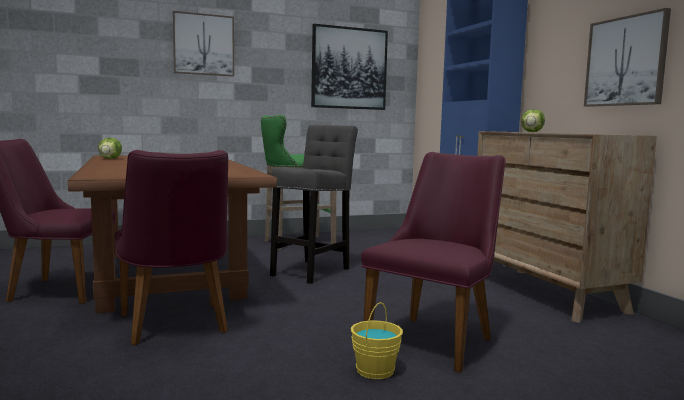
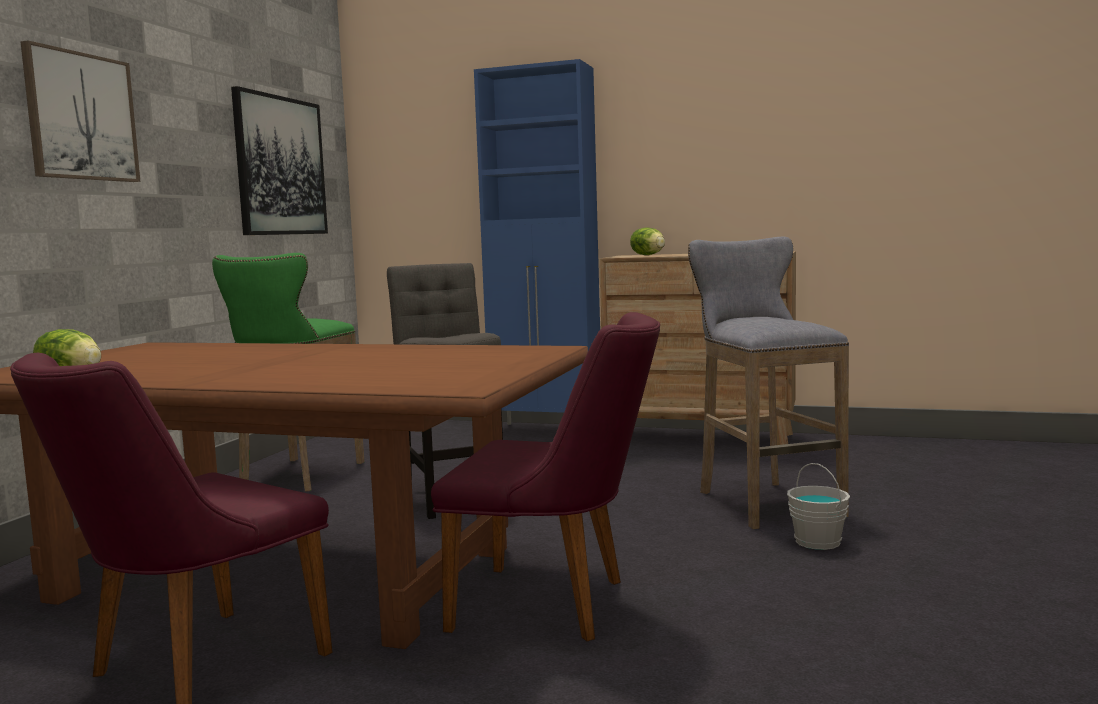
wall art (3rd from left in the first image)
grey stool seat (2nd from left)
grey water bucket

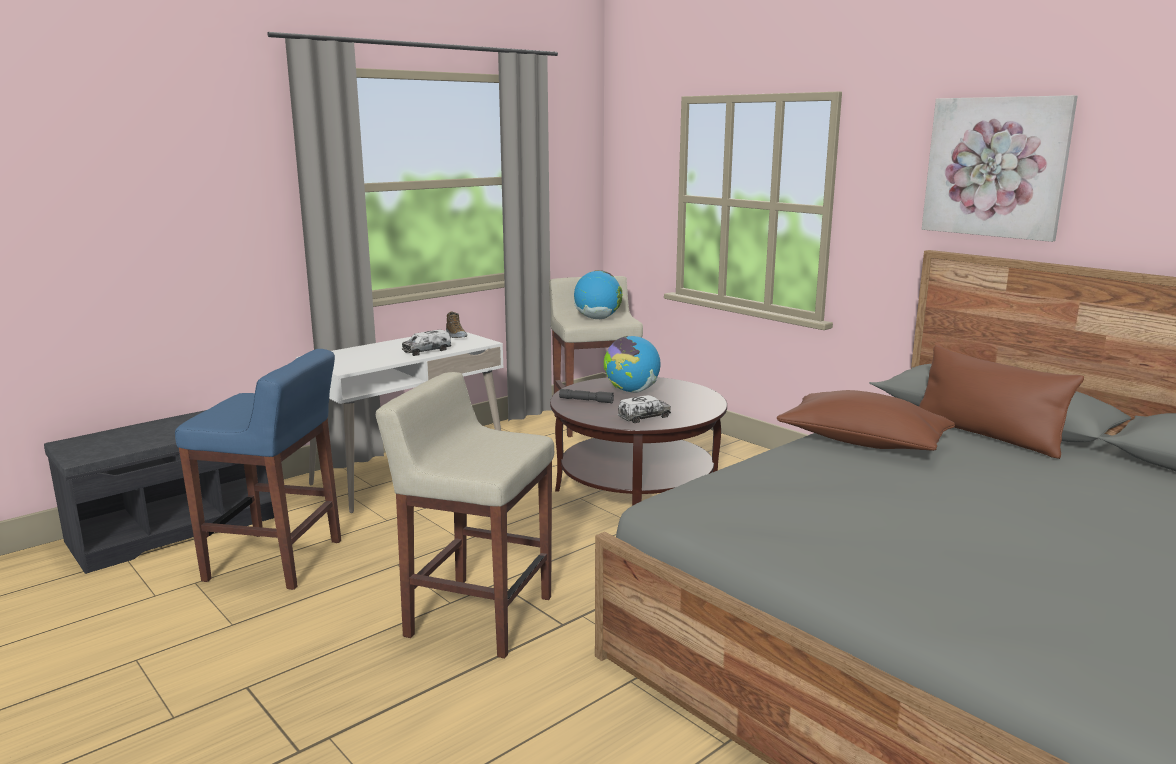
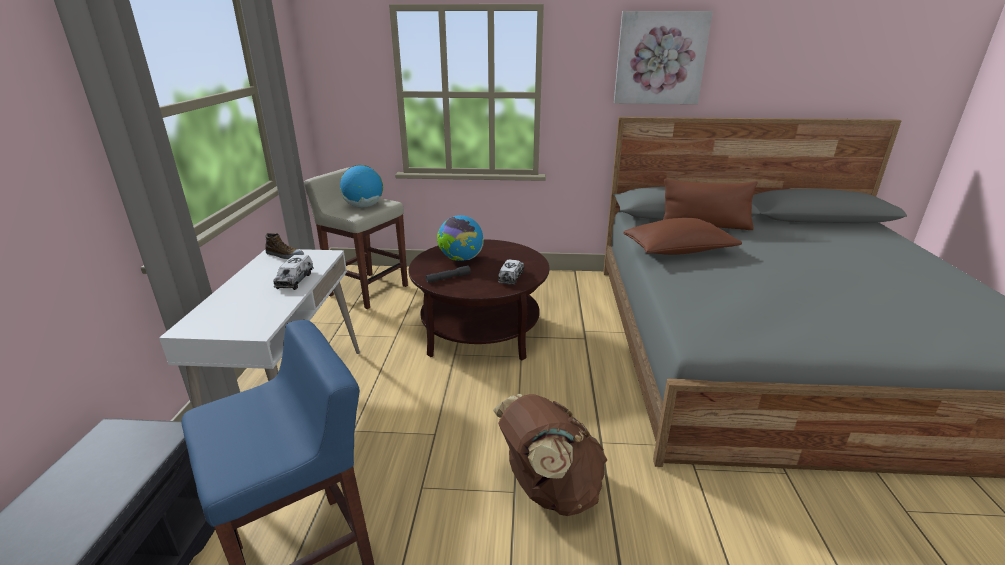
brownish rucksack

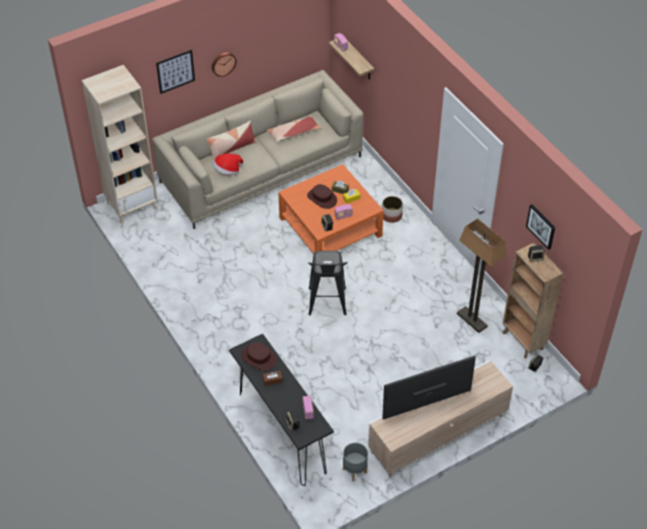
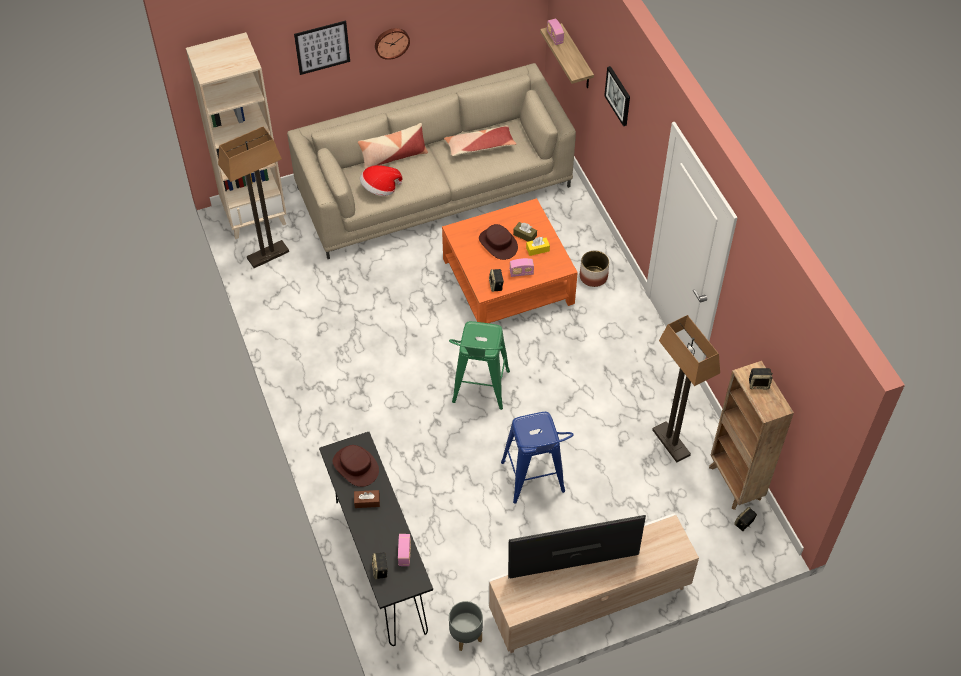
wall art (2nd from left)
greenish stool seat
standing lamp (1st from left)
bluish stool seat

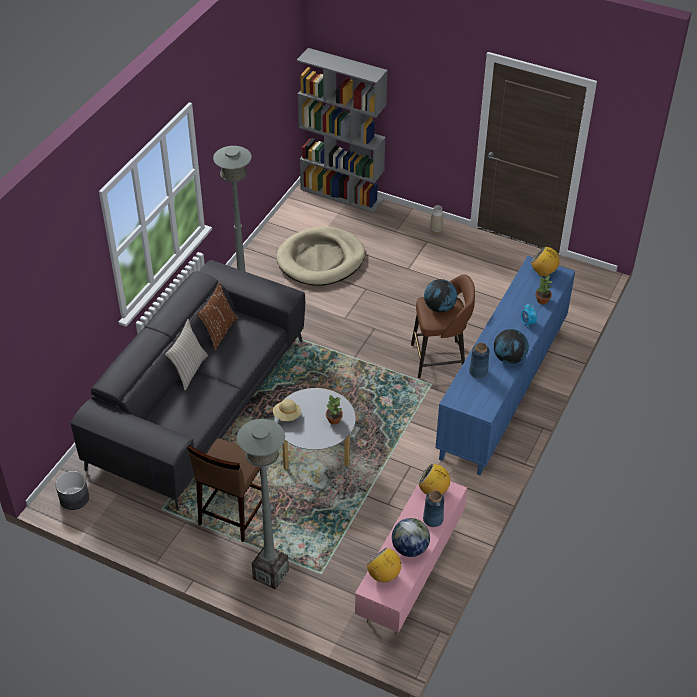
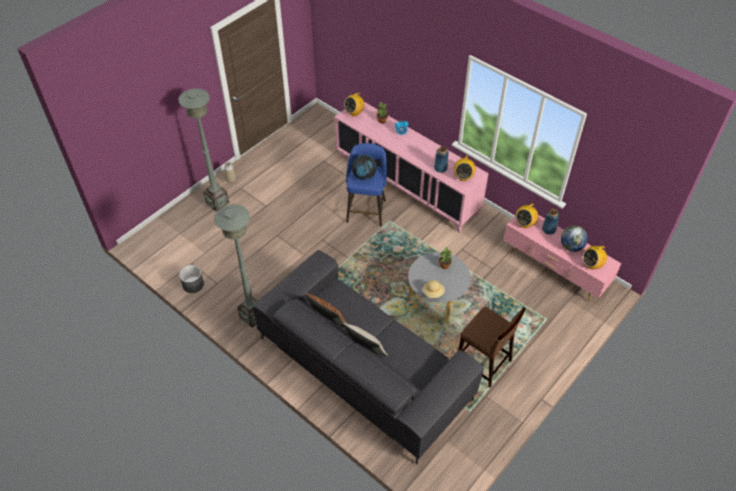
grey shelving unit
beige dog bed
pinkish cabinet
bluish stool seat
globe (3rd from left in the first image)
grey standing lamp (1st from left)
grey flower pot
radio receiver (2nd from left)

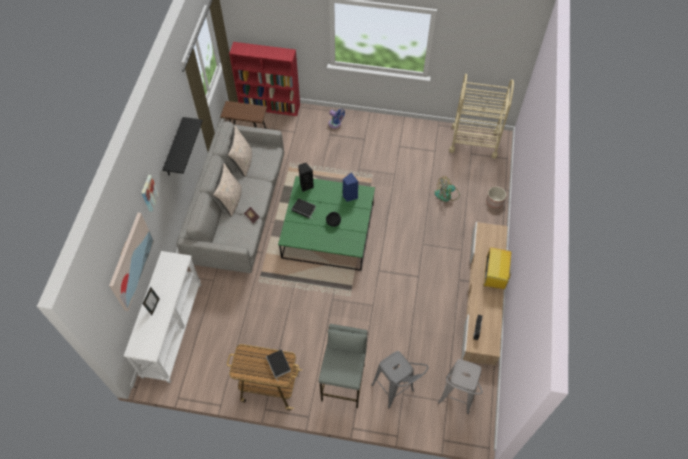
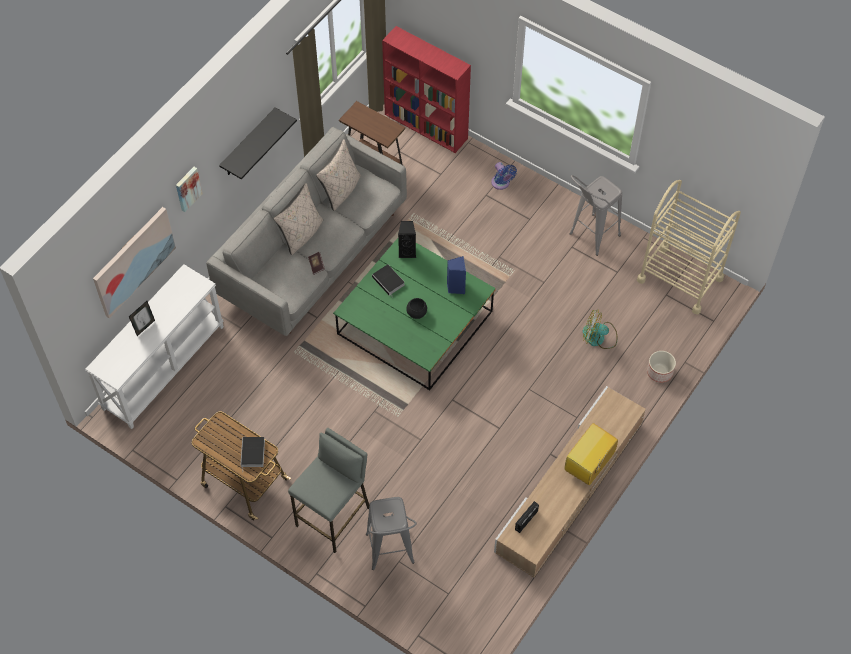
grey stool seat (3rd from left)

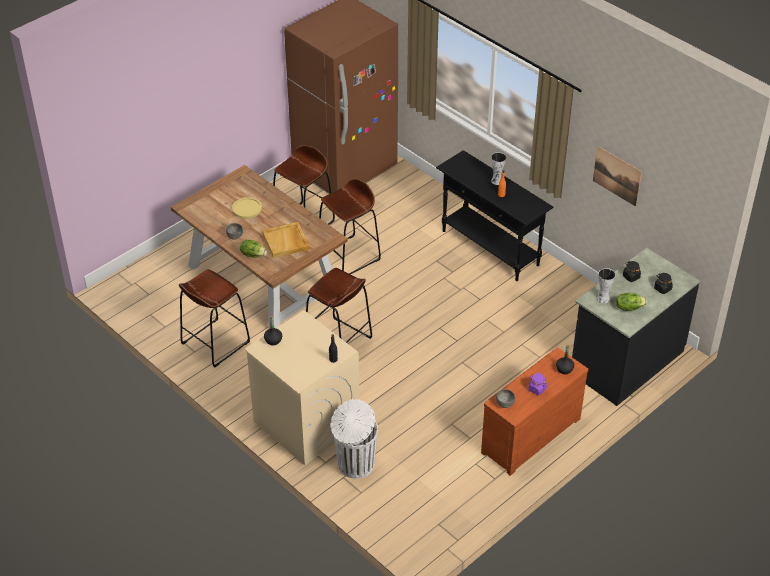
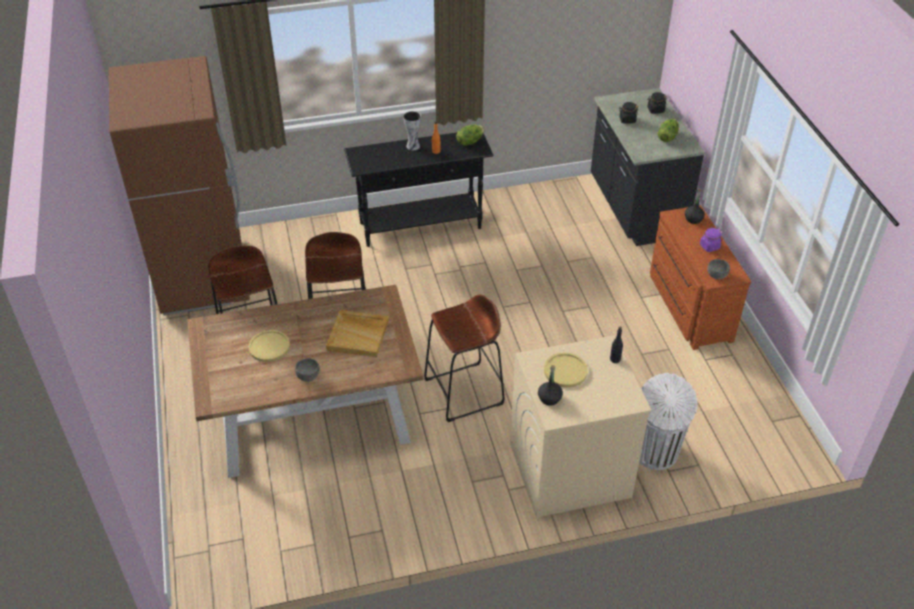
wall art
lettuce head (1st from left)
vase (2nd from left in the first image)
brownish stool seat (1st from left in the first image)
yellow-coloured flat dish (2nd from left)

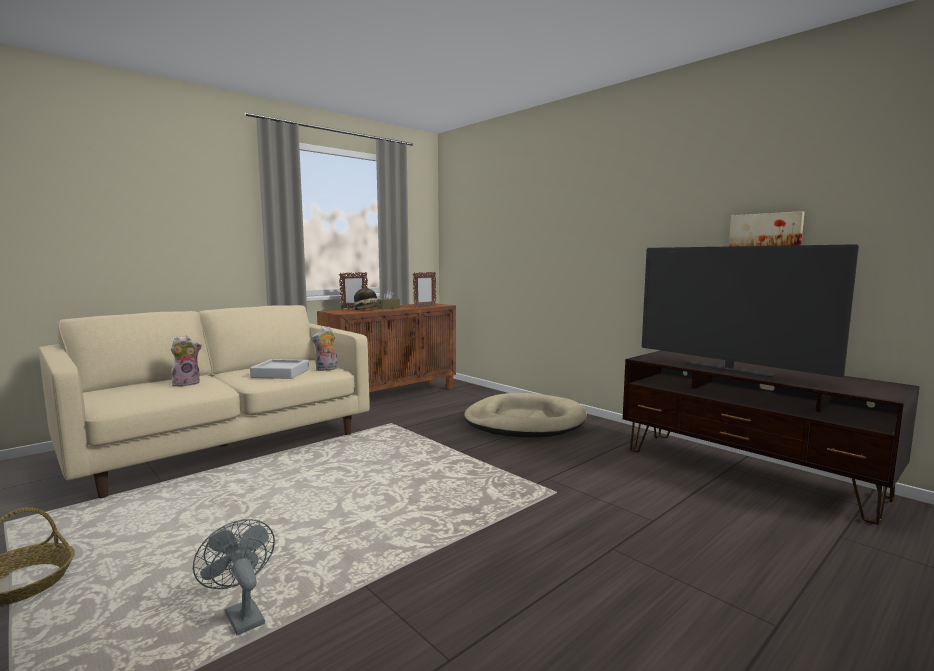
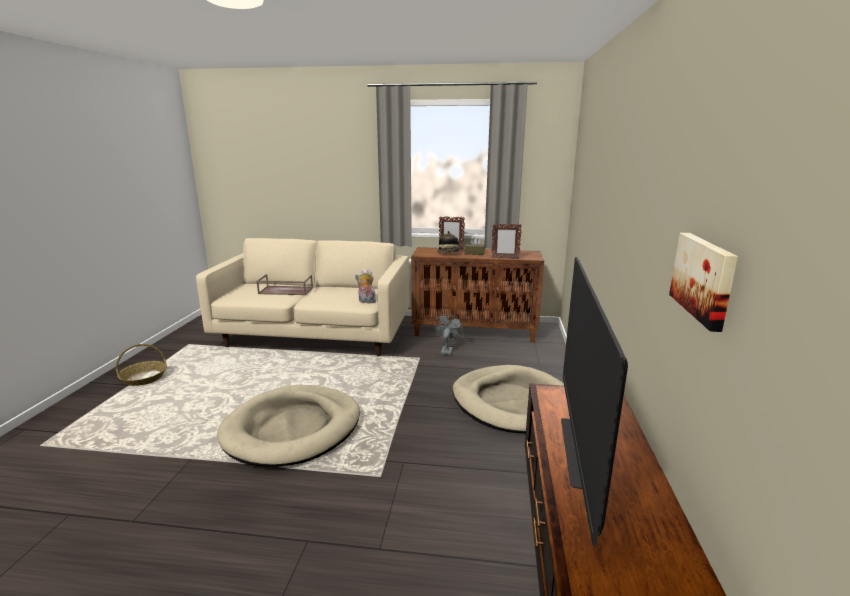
brownish serving tray
grey serving tray
grey fan
beige dog bed (1st from left)

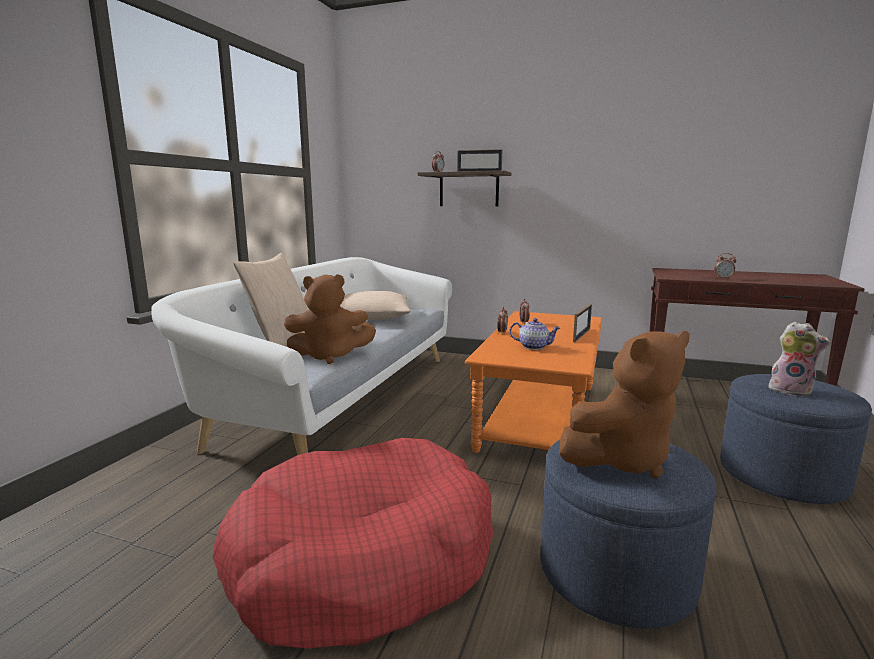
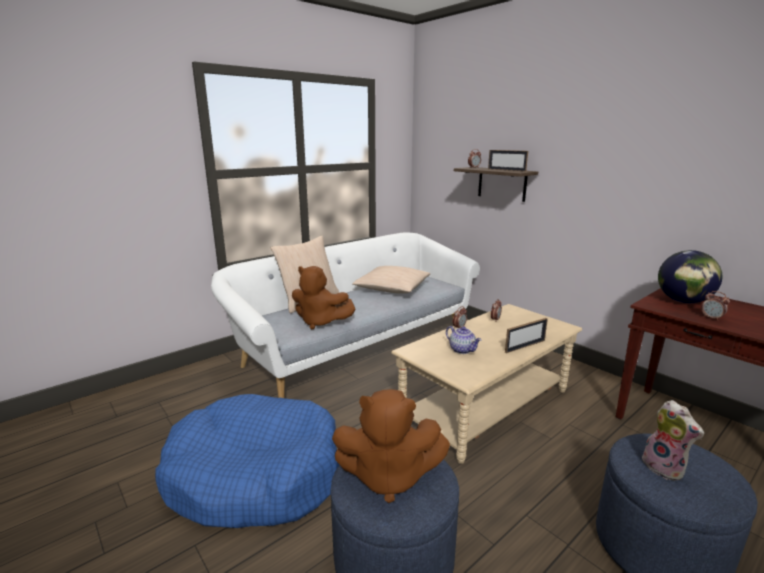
beige lounge table
bluish dog bed
globe

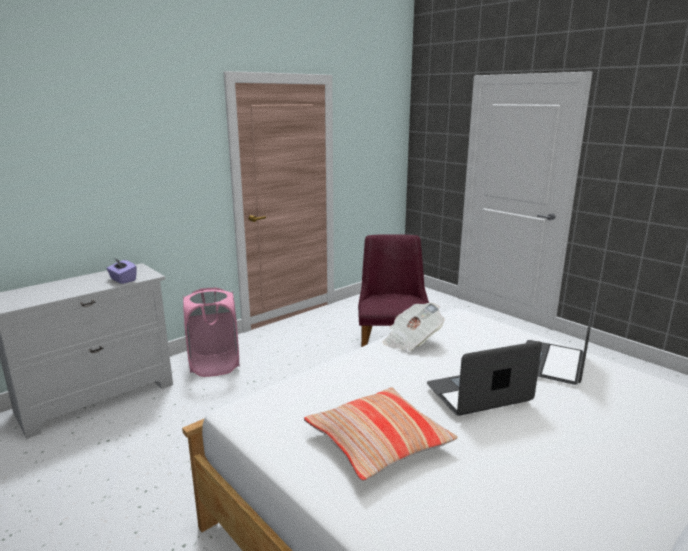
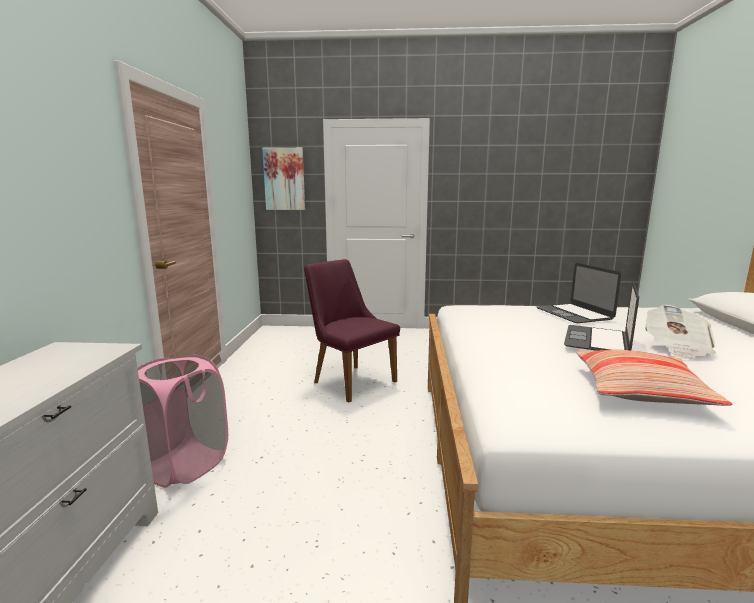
purplish box of tissues
printed paper
wall art

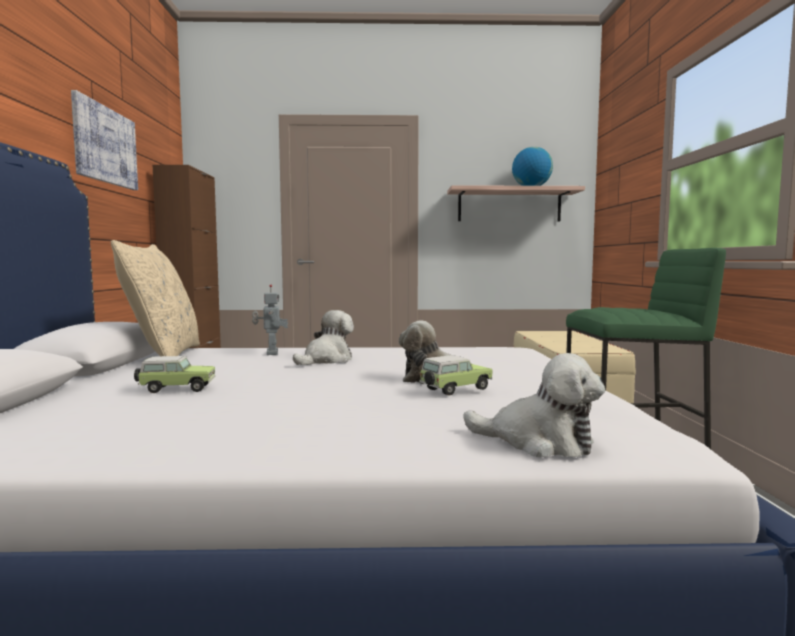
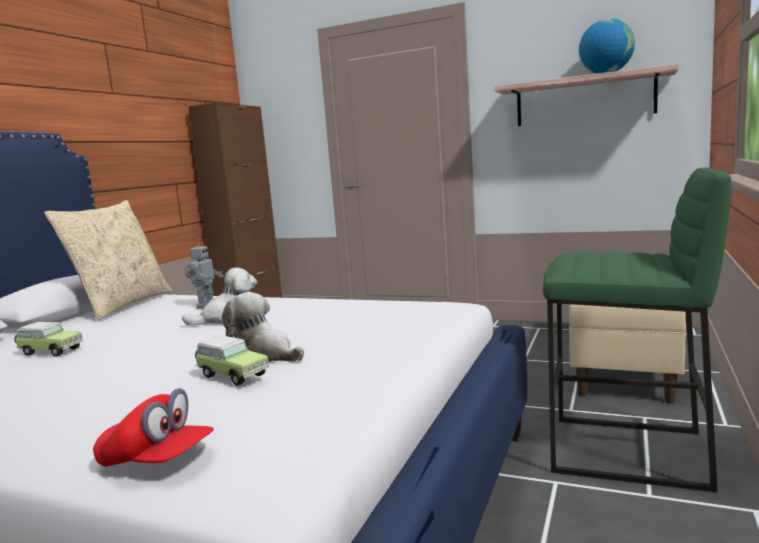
wall art
red-coloured cap
miniature car (2nd from left)

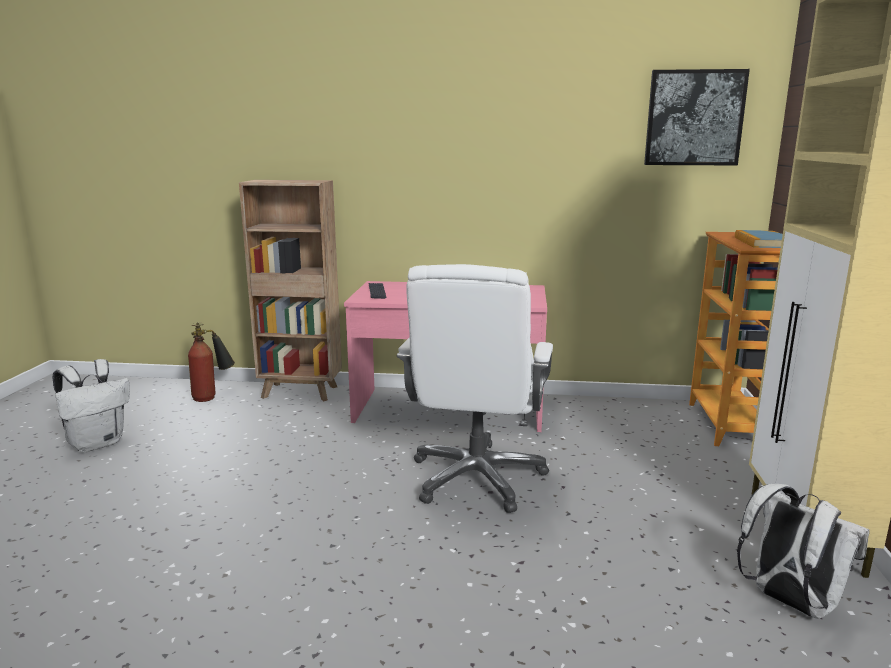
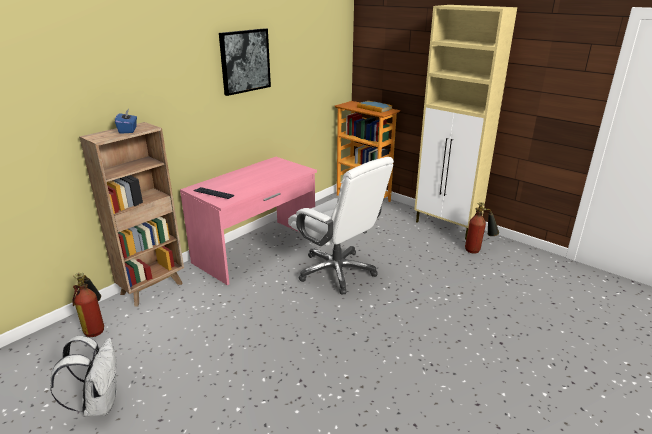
wall art
fire-fighting cylinder (2nd from left)
bluish box of tissues

